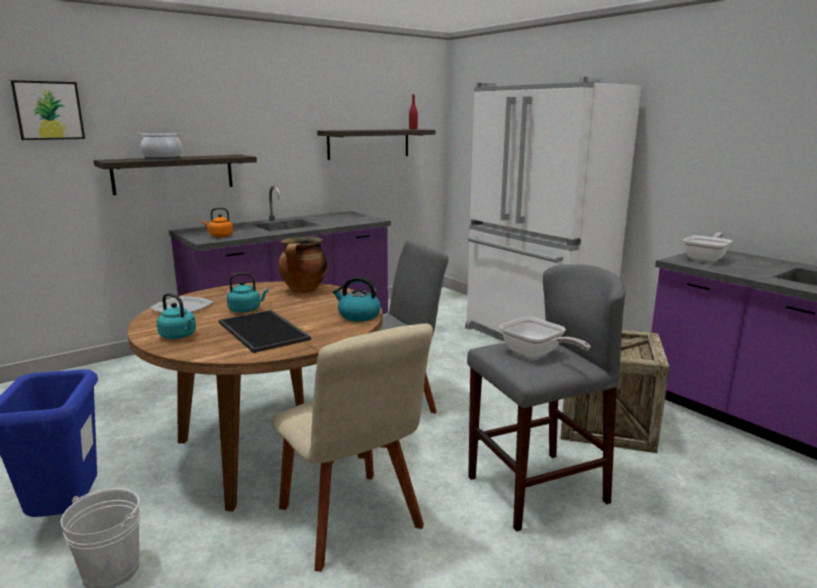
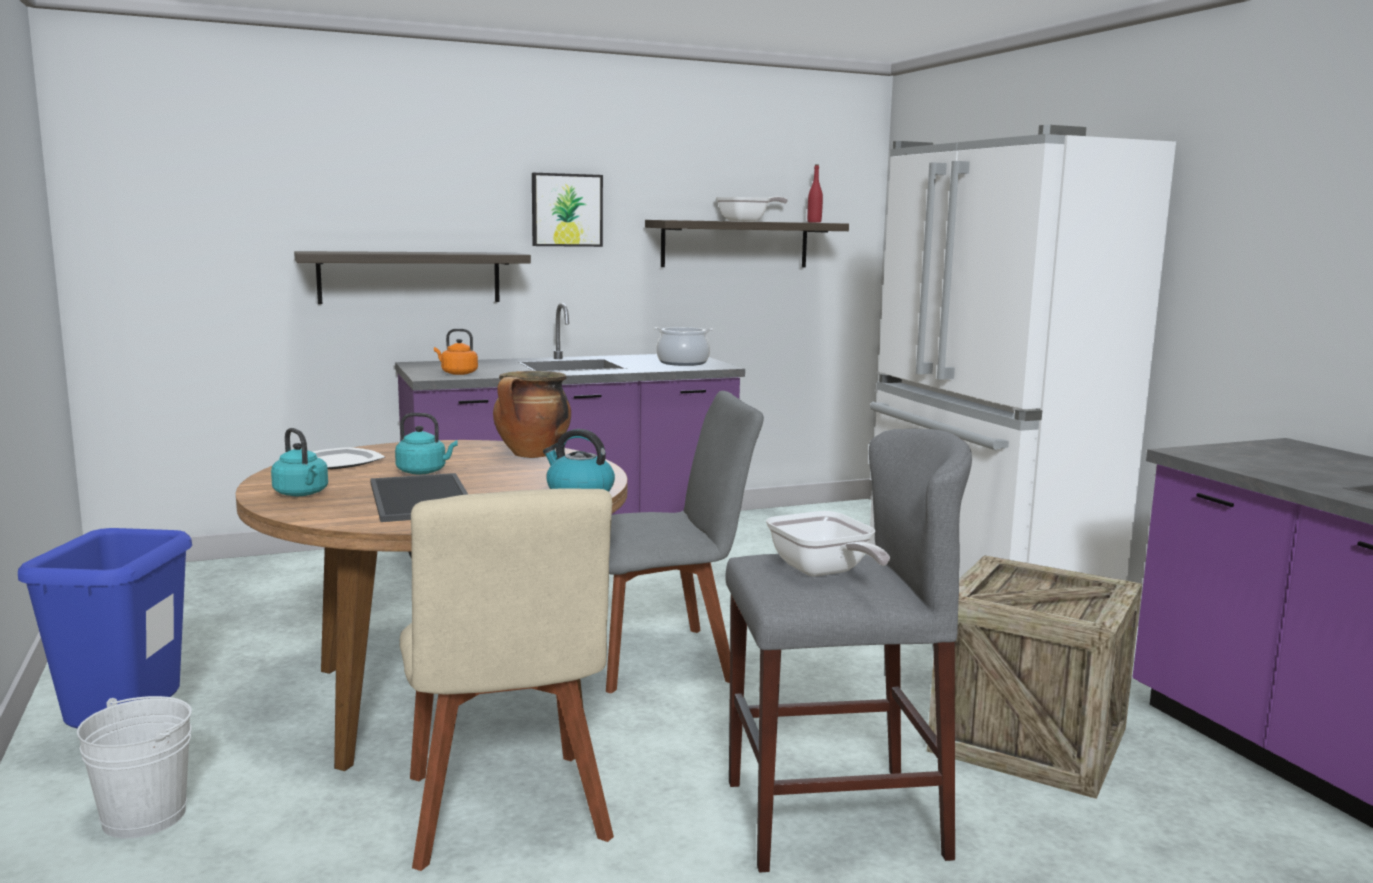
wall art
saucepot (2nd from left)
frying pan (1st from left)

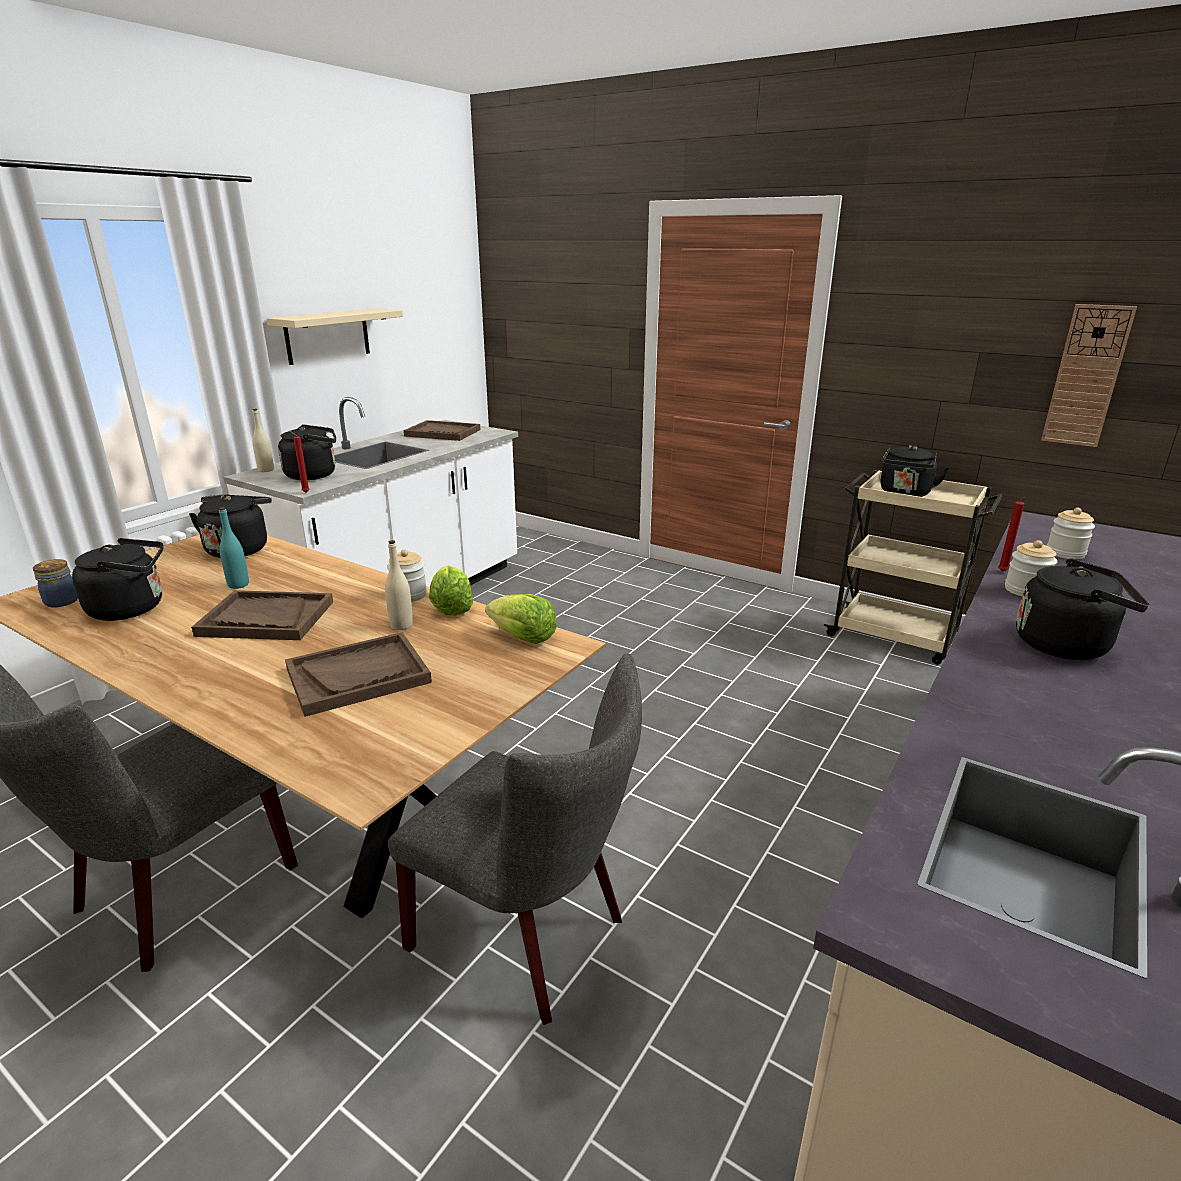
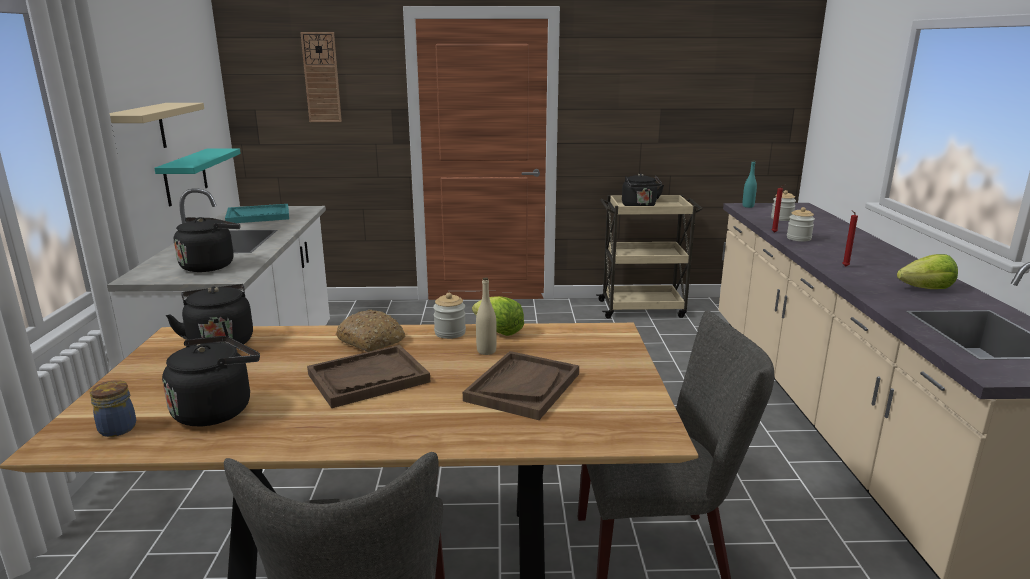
clock on the wall
beige bottle (1st from left in the first image)
turquoise-coloured serving tray
red-coloured wax light (2nd from left)
turquoise-coloured bottle
black-coloured tea kettle (5th from left in the first image)
lettuce head (2nd from left)
turquoise-coloured shelf
bread

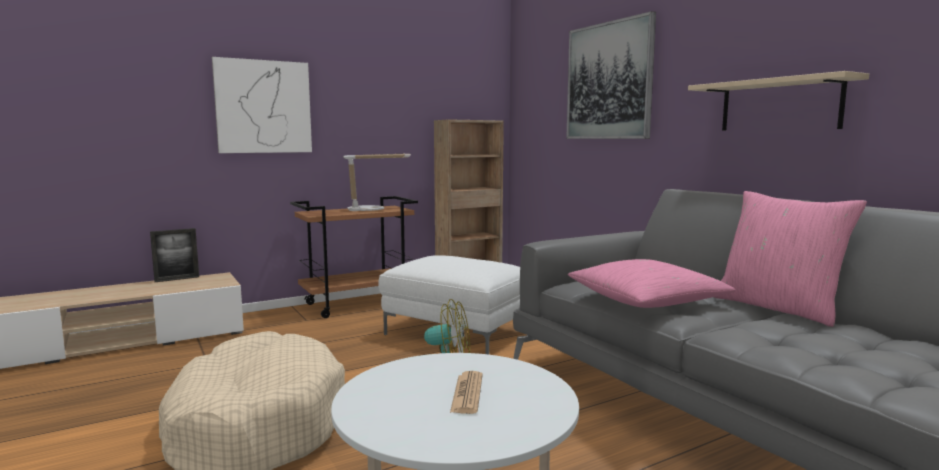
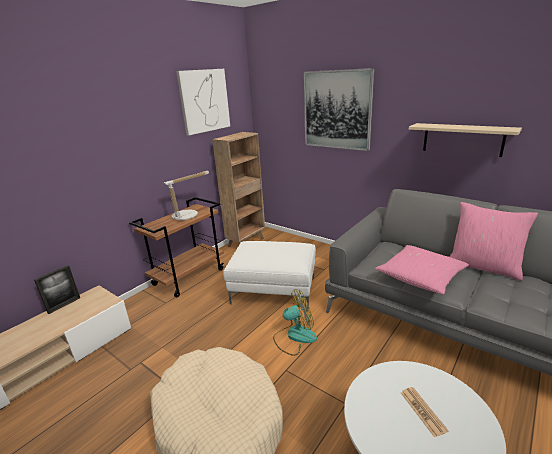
wall art (1st from left)

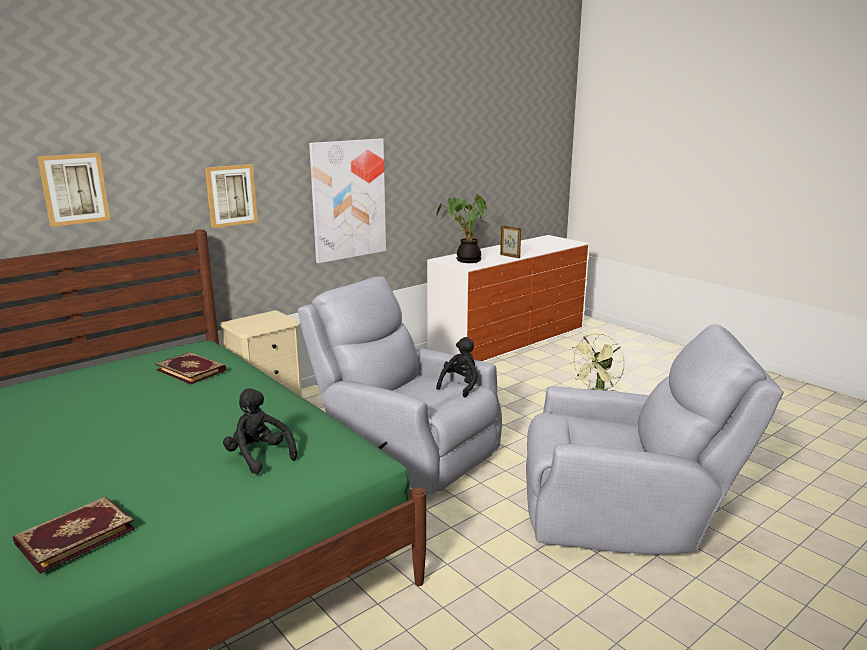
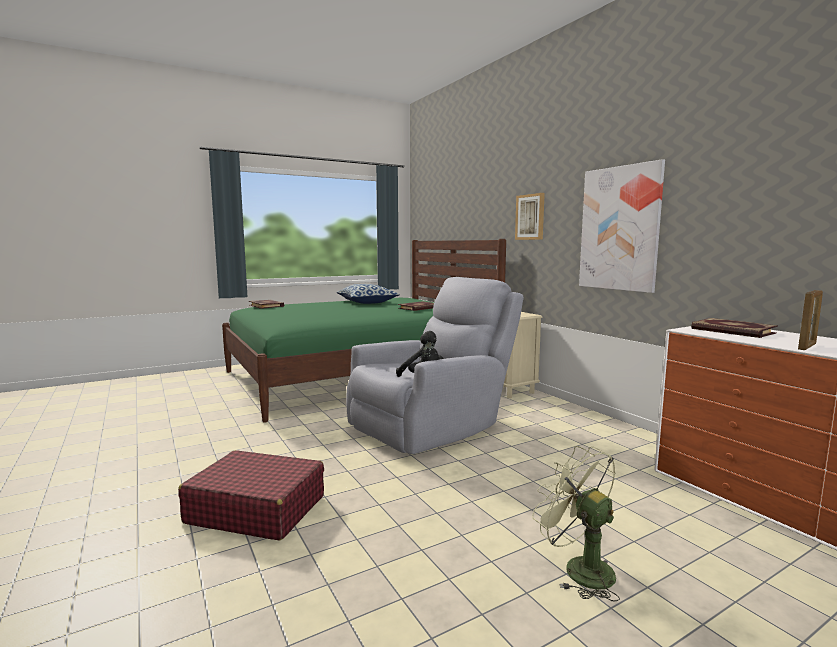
wall art (1st from left in the first image)
volume (3rd from left)
red-coloured travel case
black-coloured plush toy (1st from left in the first image)
pillow

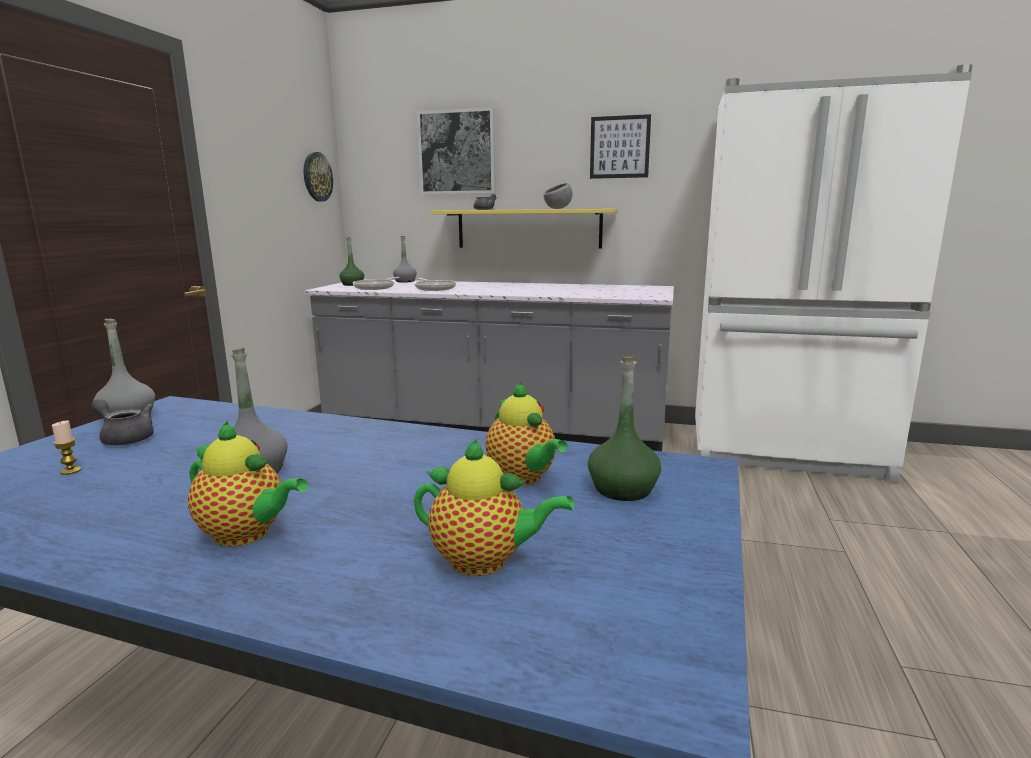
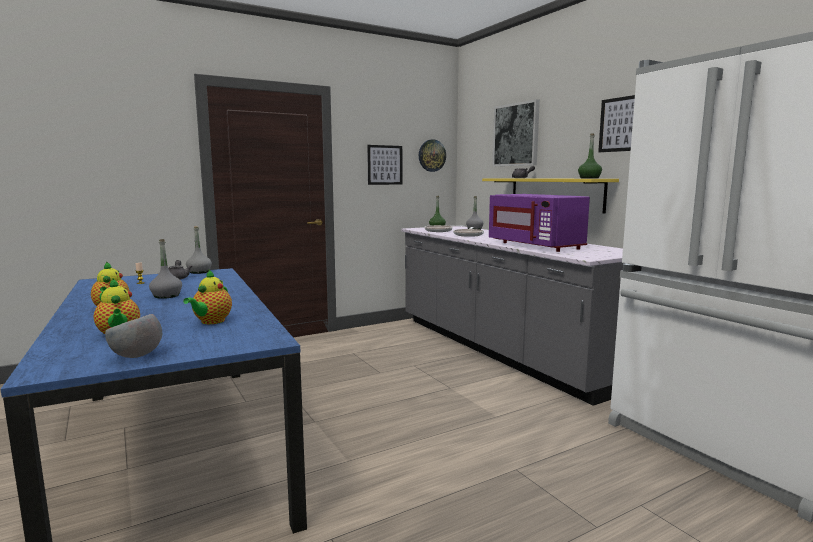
grey serving bowl
greenish bottle (2nd from left)
wall art (1st from left)
purplish microwave oven

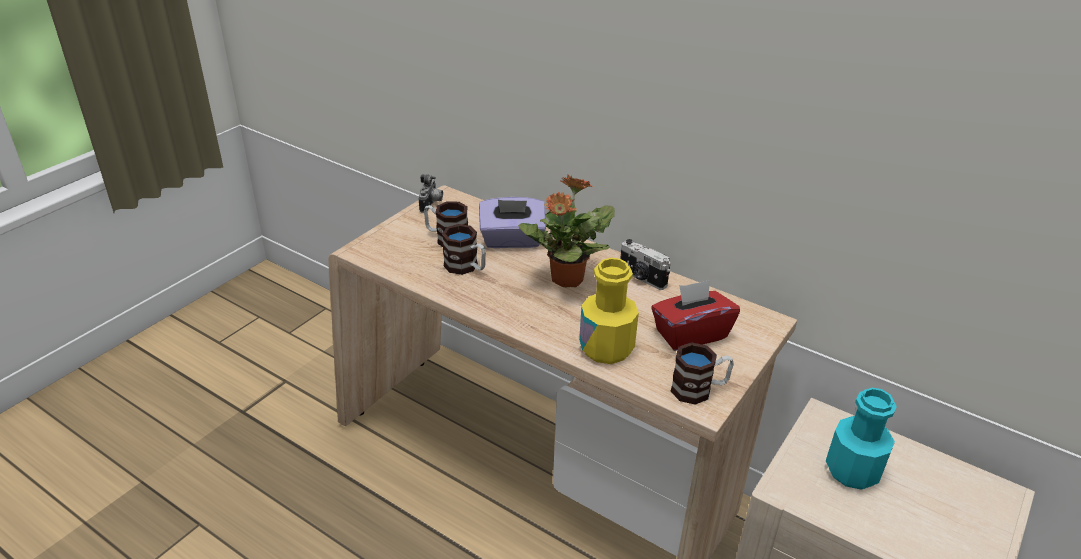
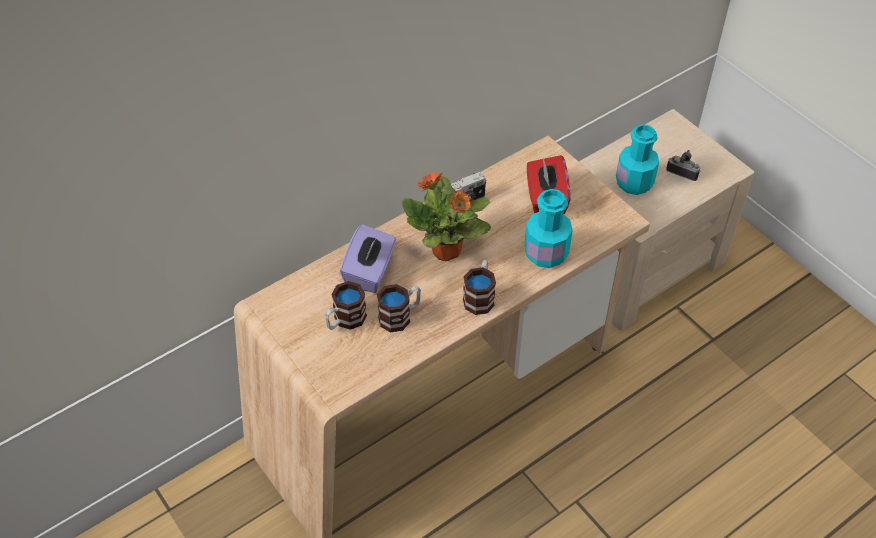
photo camera (2nd from left)
turquoise-coloured bottle (1st from left)
tea mug (3rd from left)

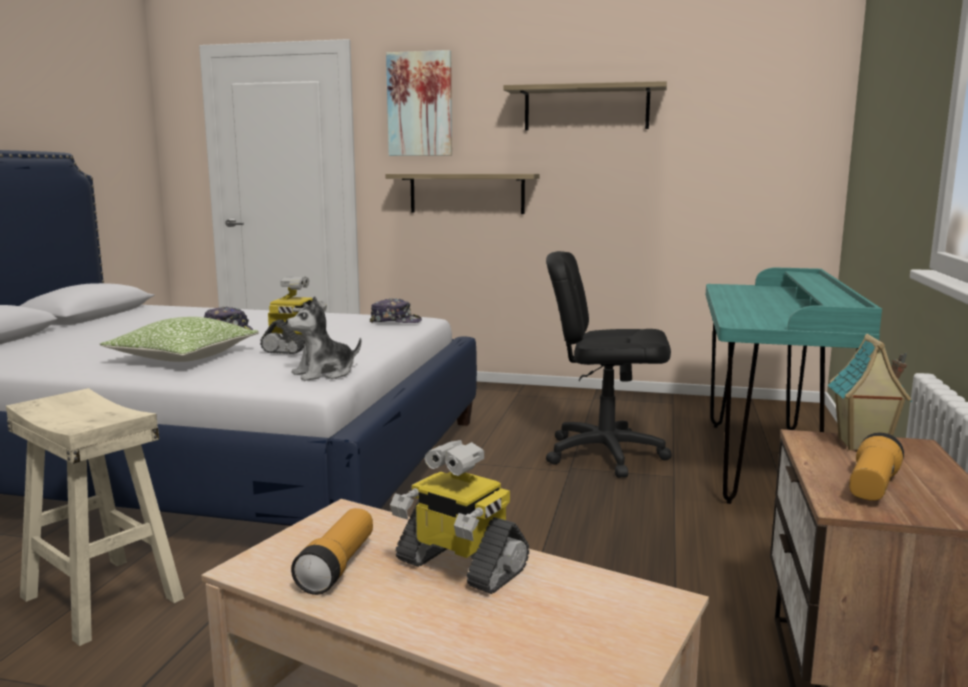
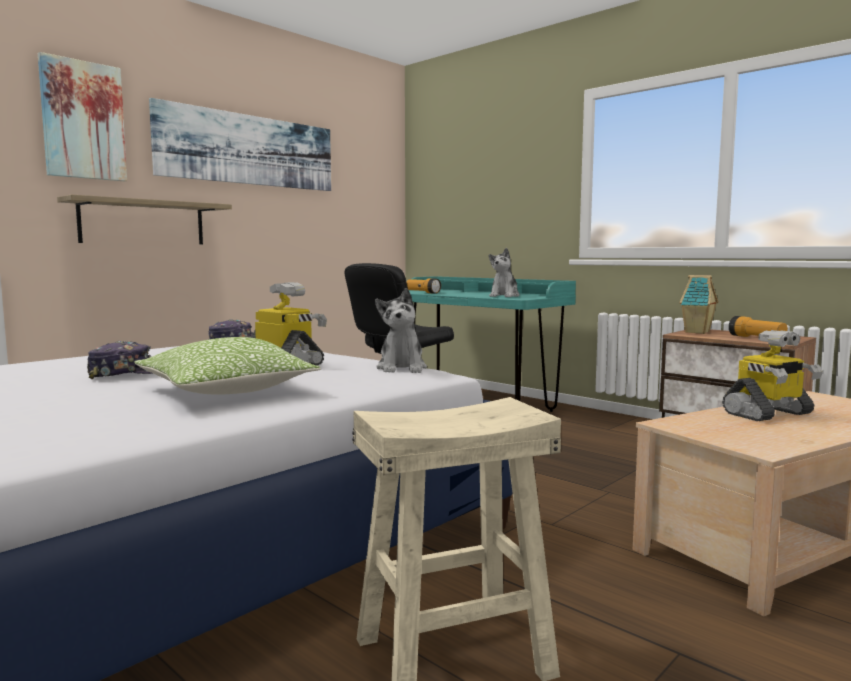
wall art (2nd from left)
hand torch (1st from left)
plush toy (2nd from left)

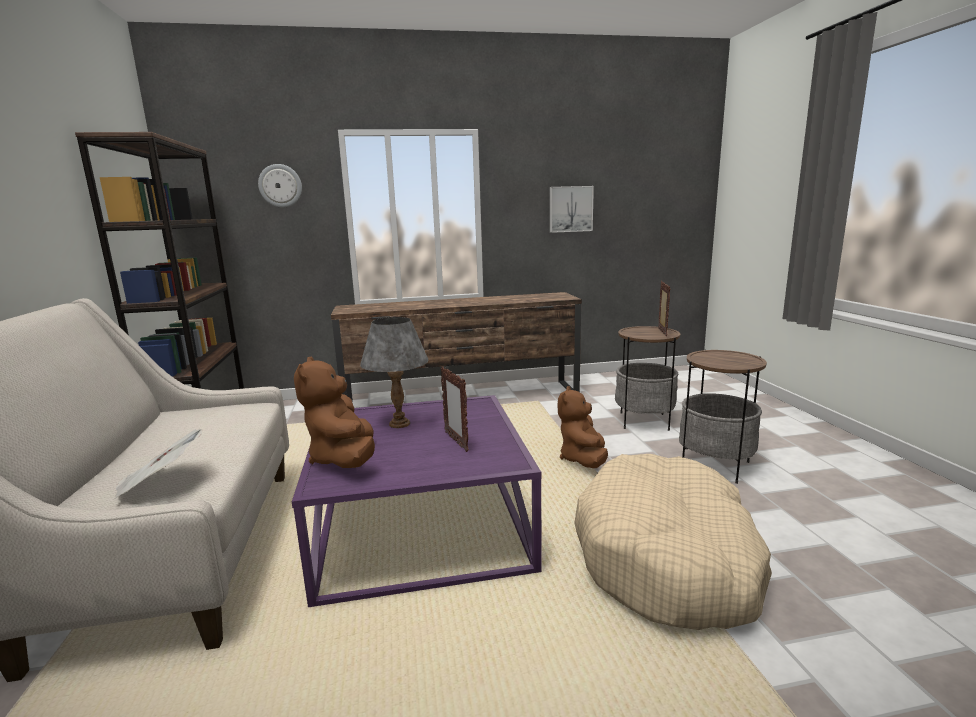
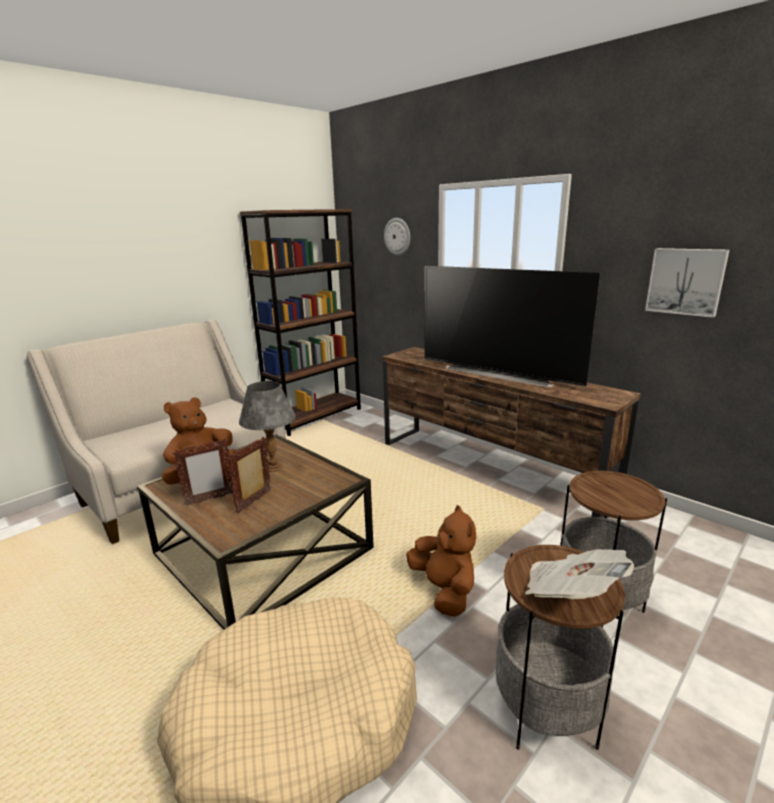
photo frame (1st from left)
brownish plush toy (2nd from left)
brownish lounge table
printed paper
TV set

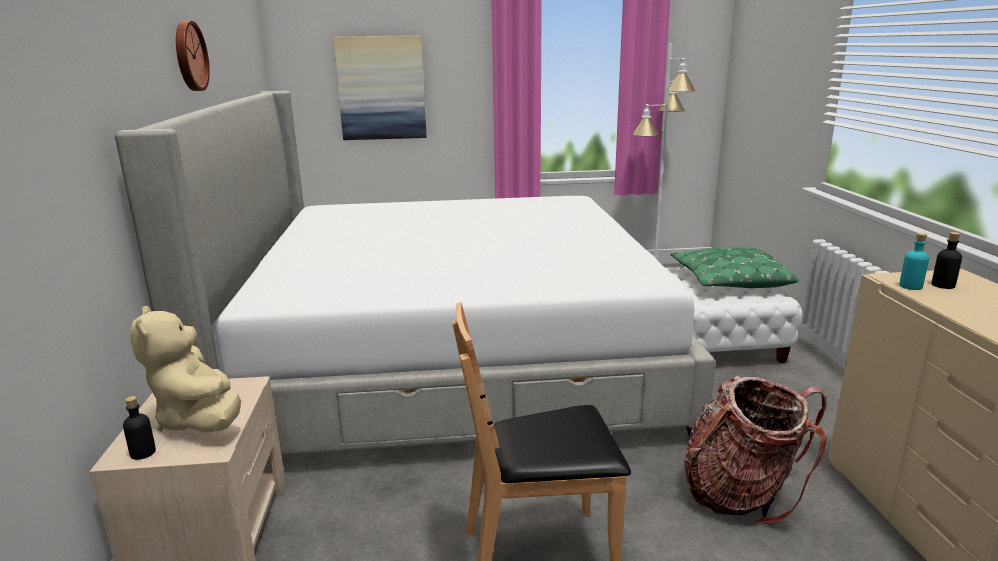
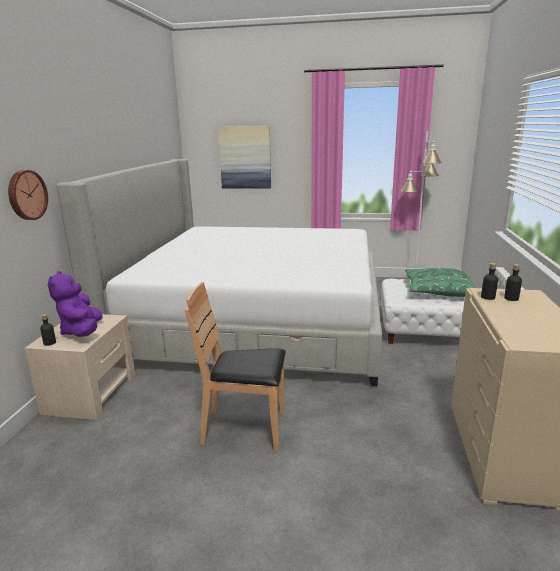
clock on the wall
black-coloured bottle (2nd from left)
purplish plush toy
rucksack

